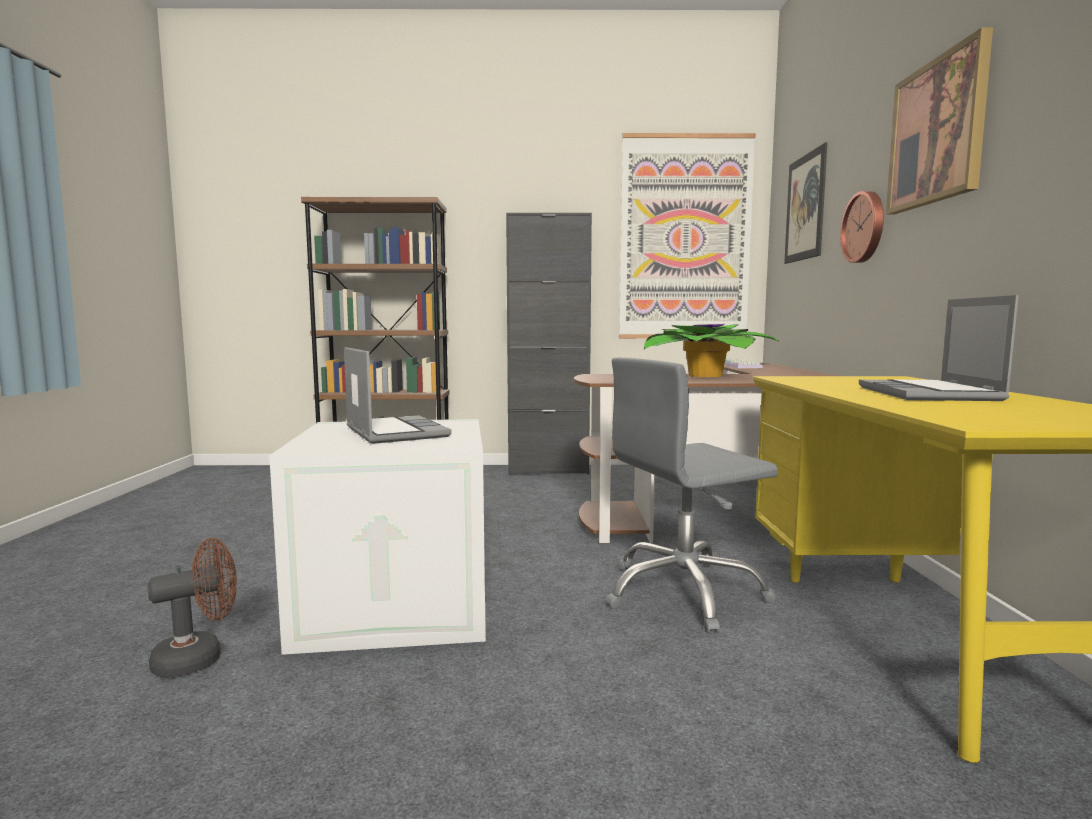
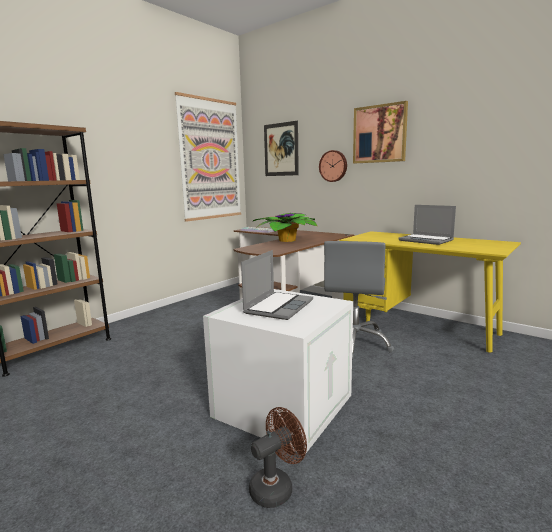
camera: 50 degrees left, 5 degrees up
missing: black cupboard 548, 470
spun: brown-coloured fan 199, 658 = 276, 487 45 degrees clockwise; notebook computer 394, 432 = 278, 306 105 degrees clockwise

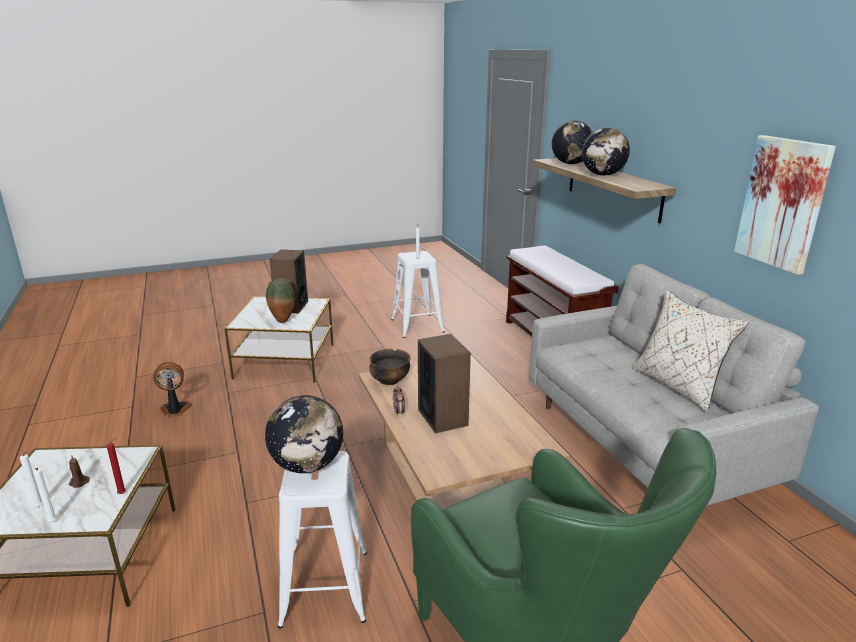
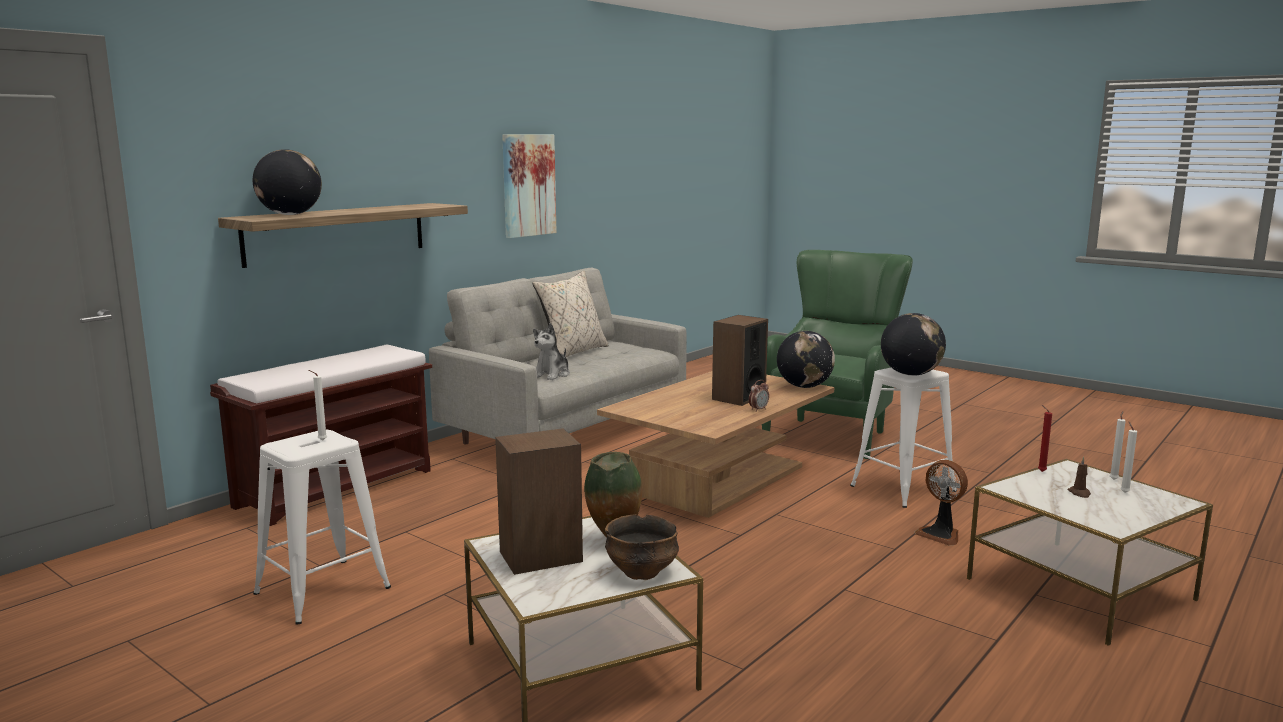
camera: 120 degrees left, 10 degrees down
appeared: cuddly toy 552, 375
relocated: fan 175, 410 to 941, 534; serving bowl 389, 381 to 641, 572; globe 602, 175 to 804, 386

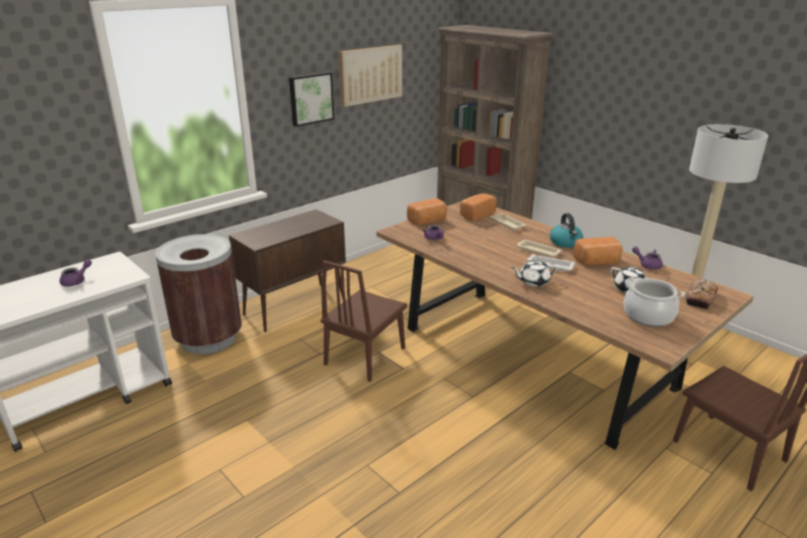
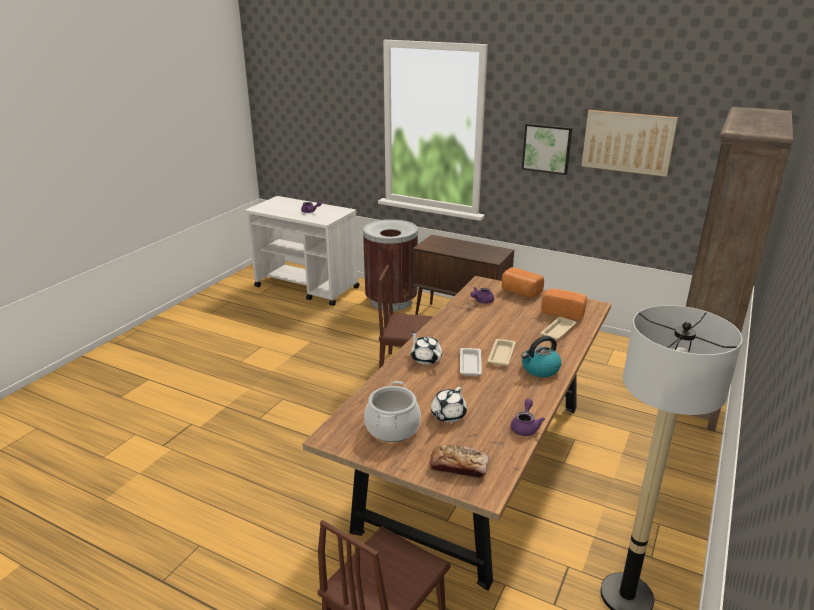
camera: 70 degrees right, 0 degrees up
missing: bakery bread 597, 262

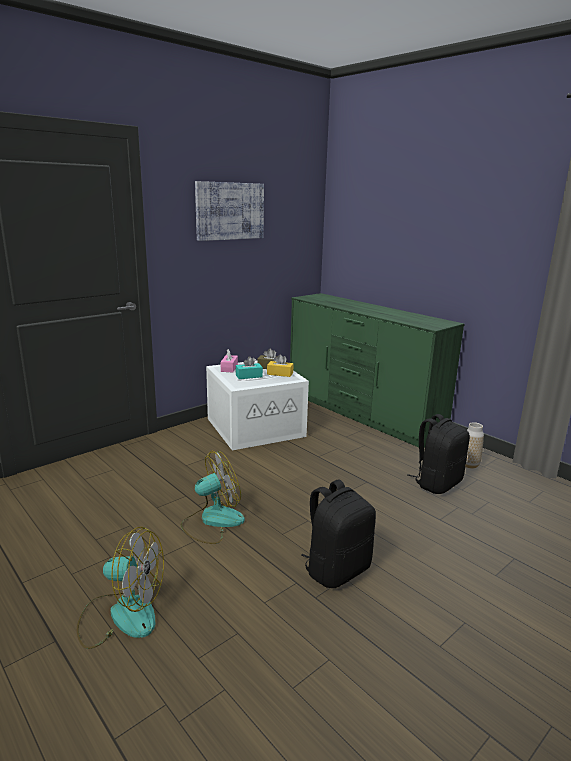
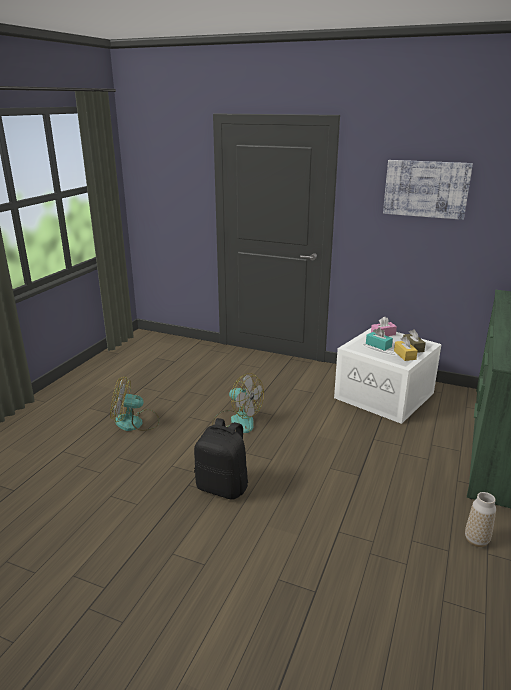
camera: 65 degrees right, 5 degrees up
missing: black knapsack 437, 483
spun: fan 121, 614 = 135, 423 105 degrees clockwise

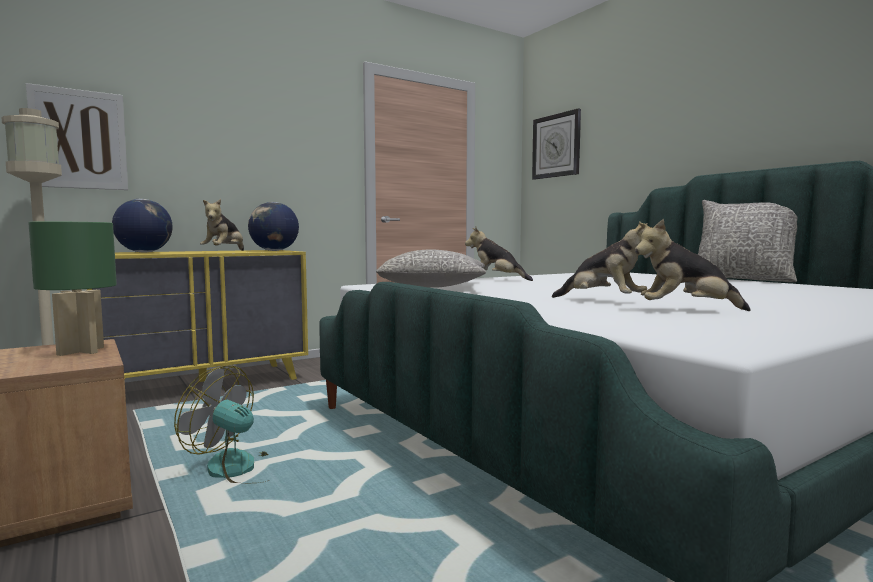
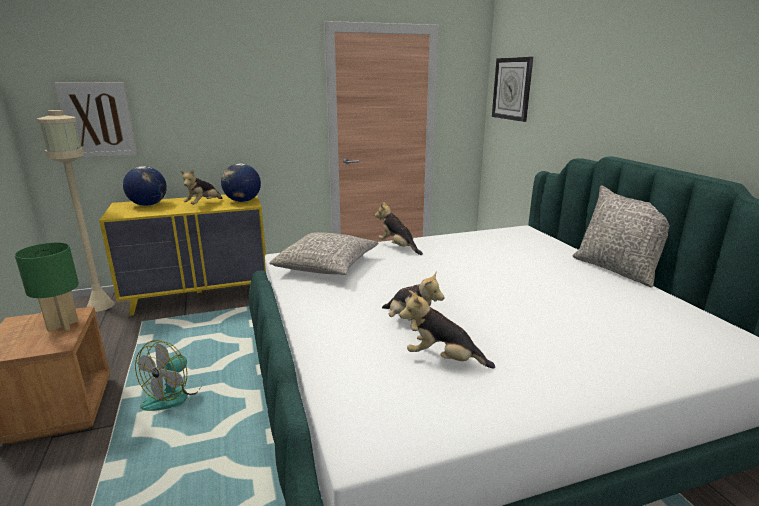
camera: 15 degrees right, 15 degrees up
spun: fan 242, 469 = 174, 395 105 degrees counterclockwise

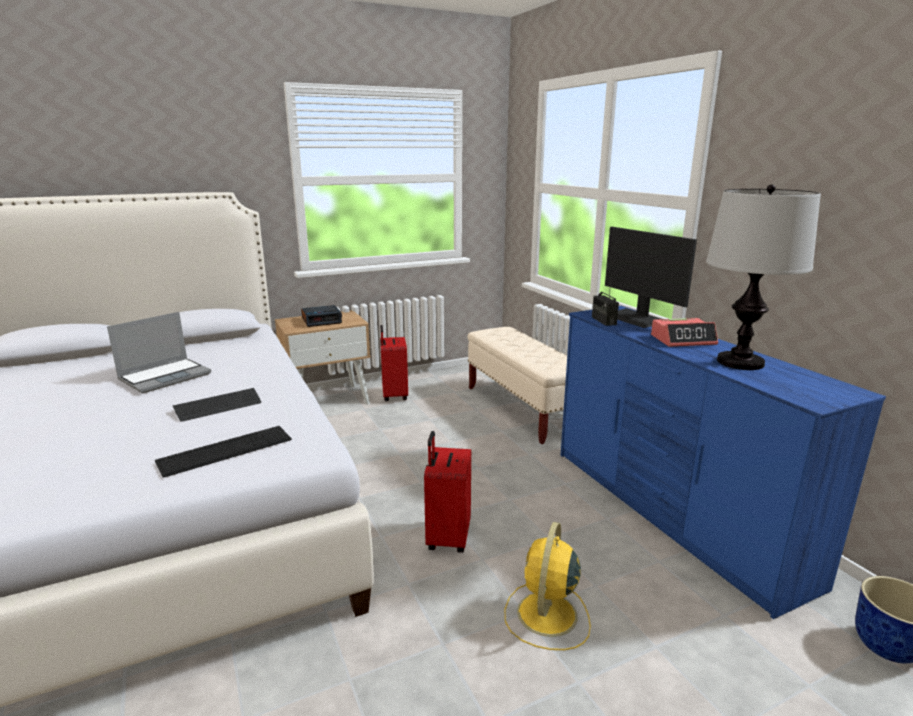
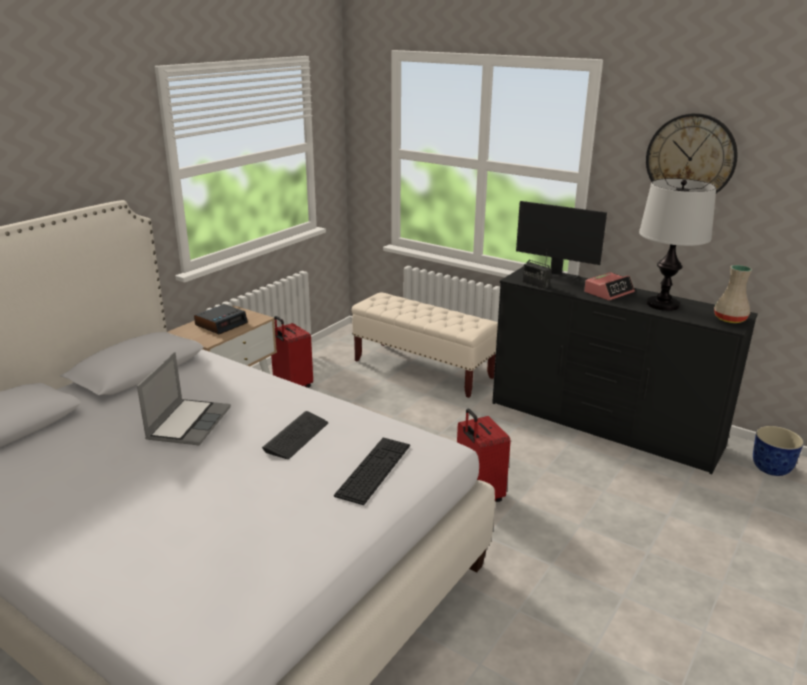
camera: 30 degrees left, 5 degrees up
missing: yellow-coloured fan 546, 616
appeared: clock on the wall 690, 158; beige vase 729, 319
colour: blue drawer chest 671, 512 to black drawer chest 603, 425

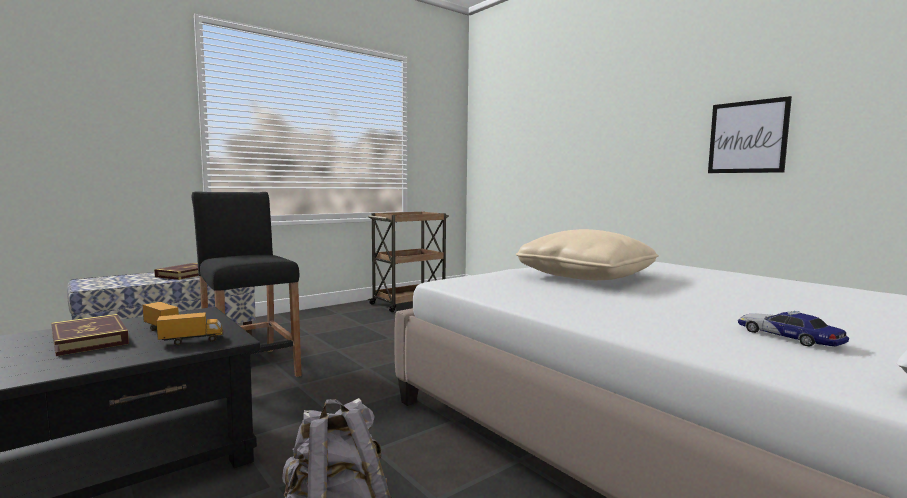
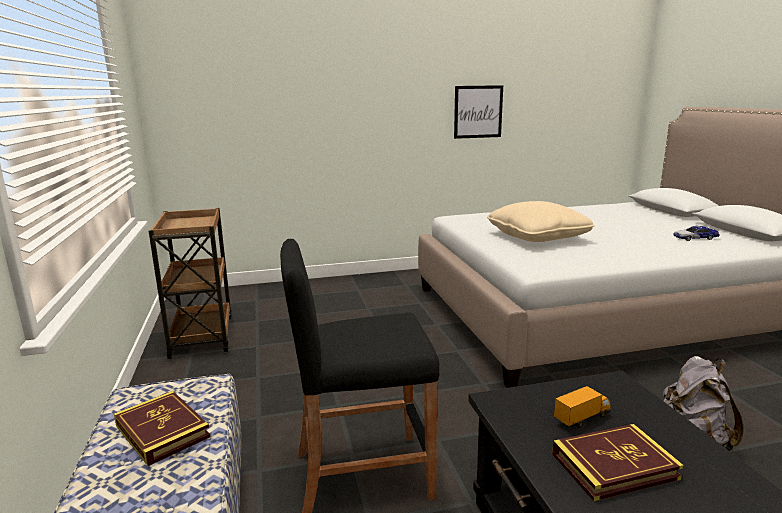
camera: 65 degrees left, 10 degrees up
missing: toy truck 192, 341

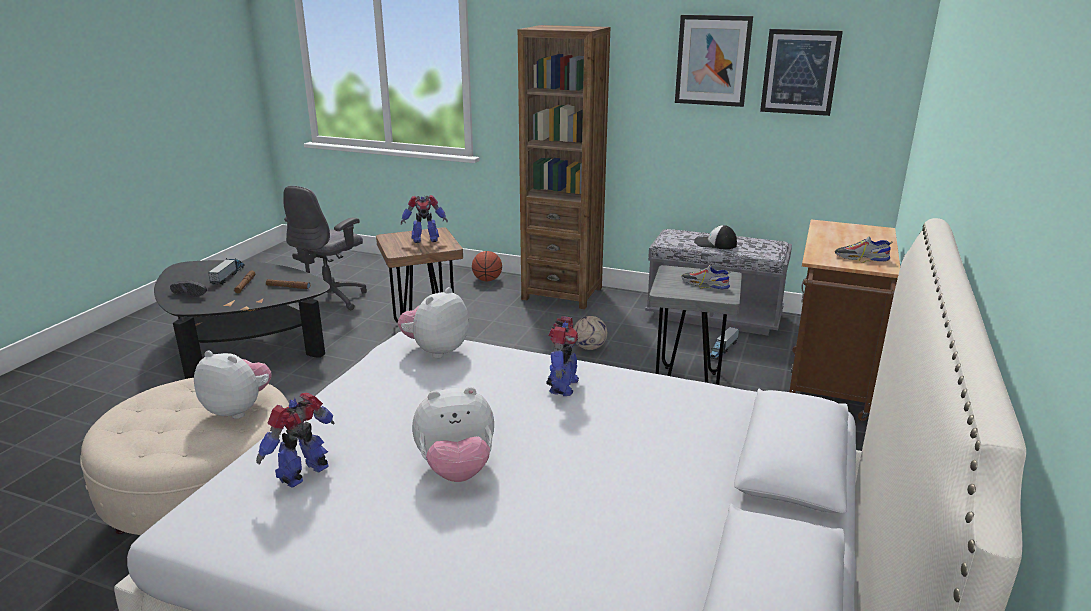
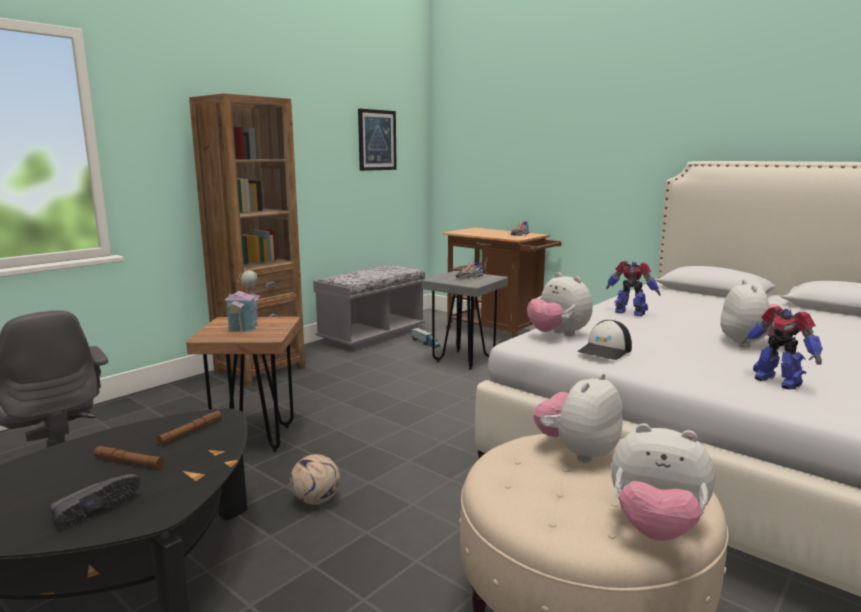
camera: 70 degrees left, 10 degrees down
missing: toy truck 228, 276; ball for basketball 487, 280; picture 712, 60
appeared: cuddly toy 656, 528
relocated: ball for football 590, 347 to 316, 500; peaked cap 714, 244 to 605, 350
exchanged: model robot 425, 240 to miniature house 246, 325

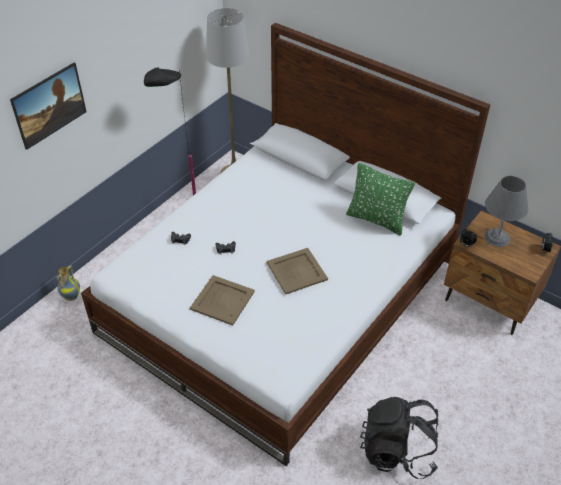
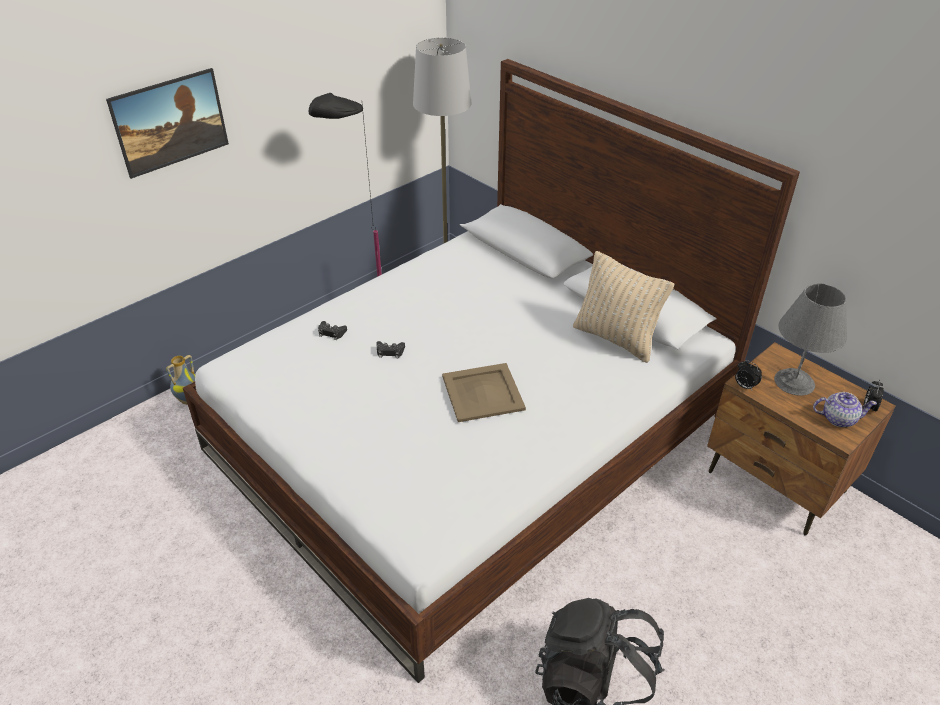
camera: 10 degrees right, 5 degrees down
missing: beige carrying tray 222, 299
appeared: teapot 838, 418
colour: green-coloured pillow 376, 220 to beige pillow 615, 338

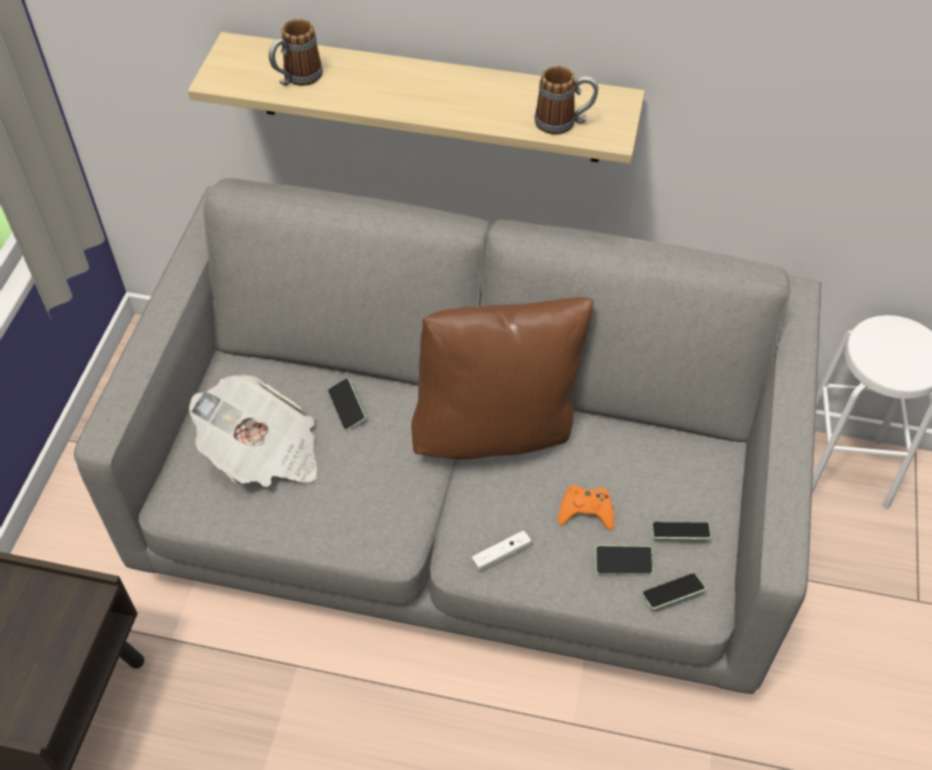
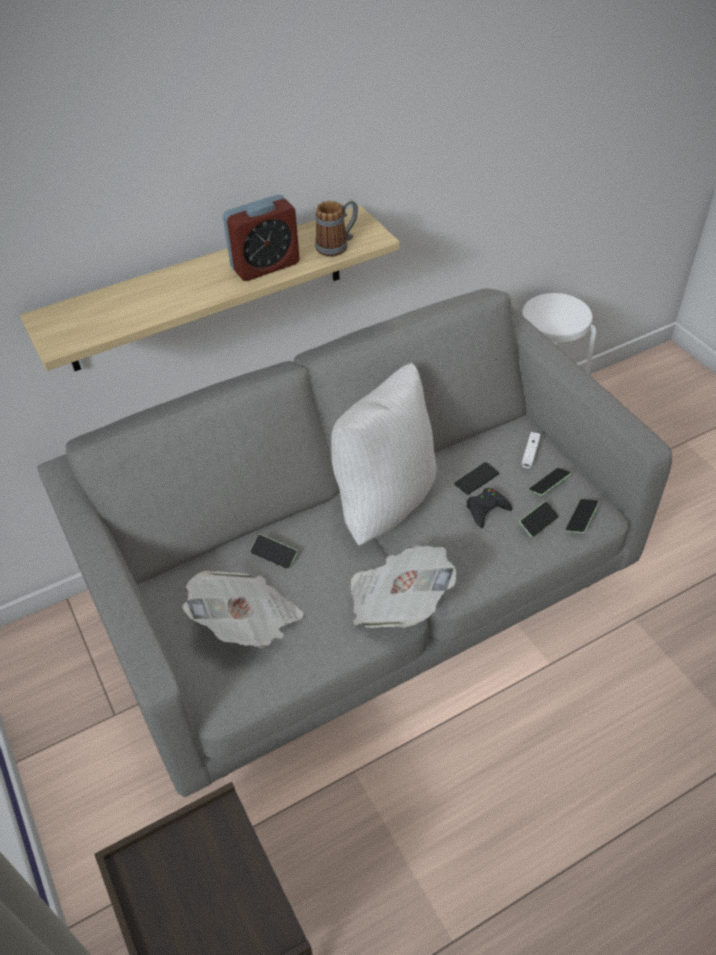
camera: 40 degrees left, 5 degrees down
missing: tea mug 297, 79
appeared: table clock 265, 266; newspaper 397, 602; telephone 476, 479
relocated: white game controller 501, 554 to 530, 453
colour: brown-coloured pillow 497, 429 to white pillow 384, 501; orangey game controller 586, 511 to black game controller 486, 510

